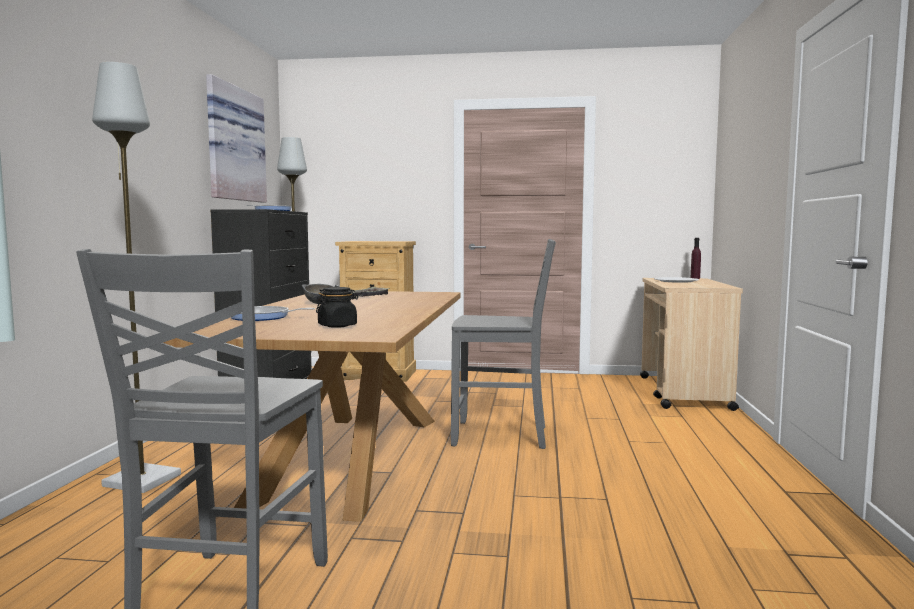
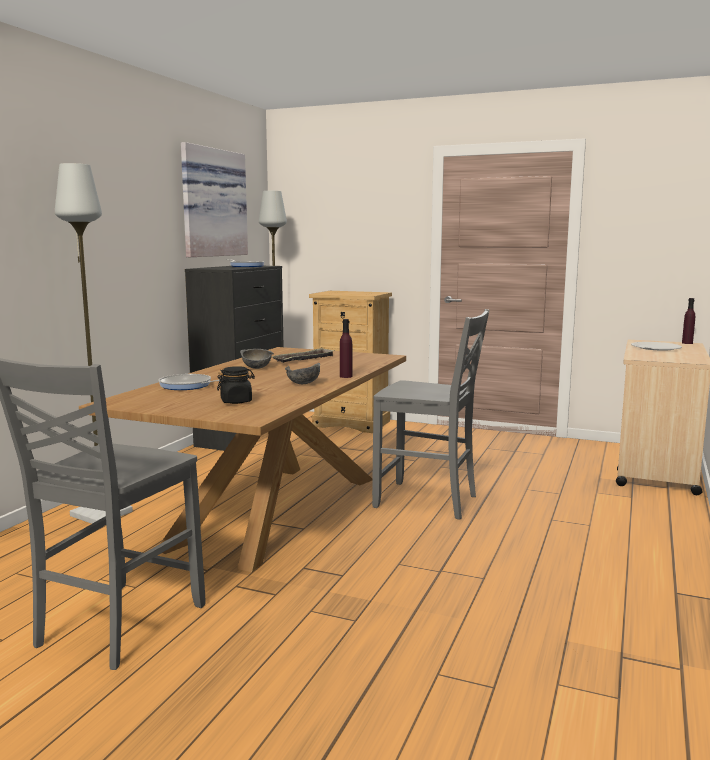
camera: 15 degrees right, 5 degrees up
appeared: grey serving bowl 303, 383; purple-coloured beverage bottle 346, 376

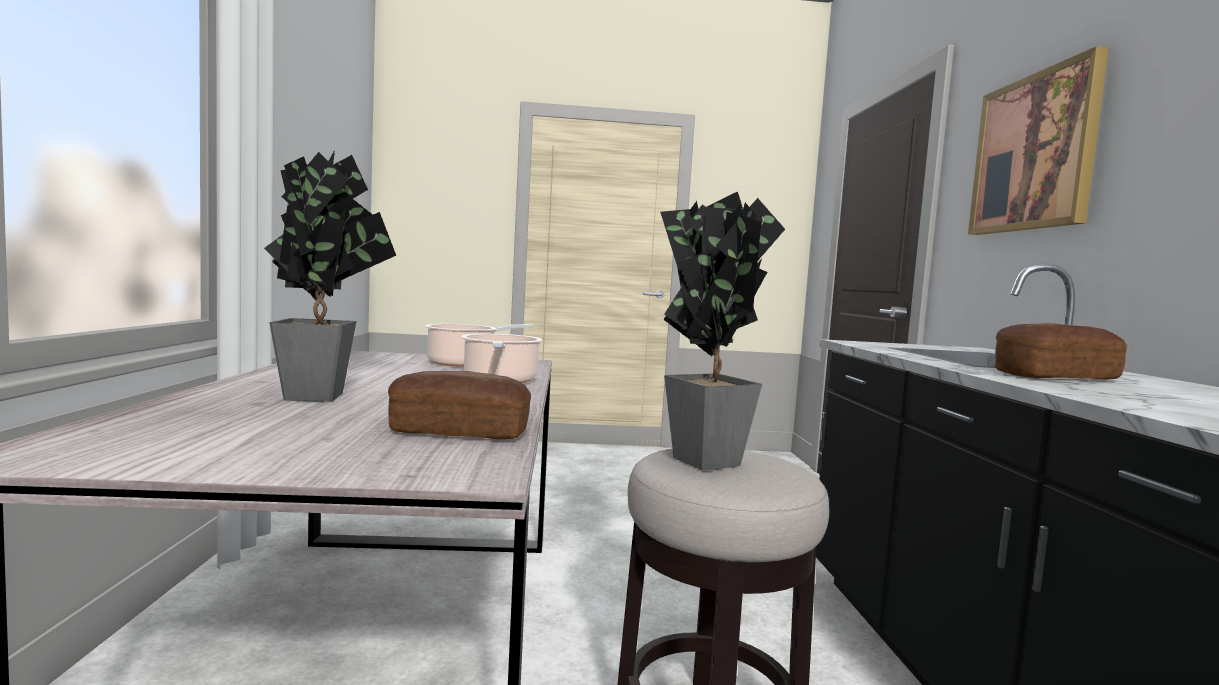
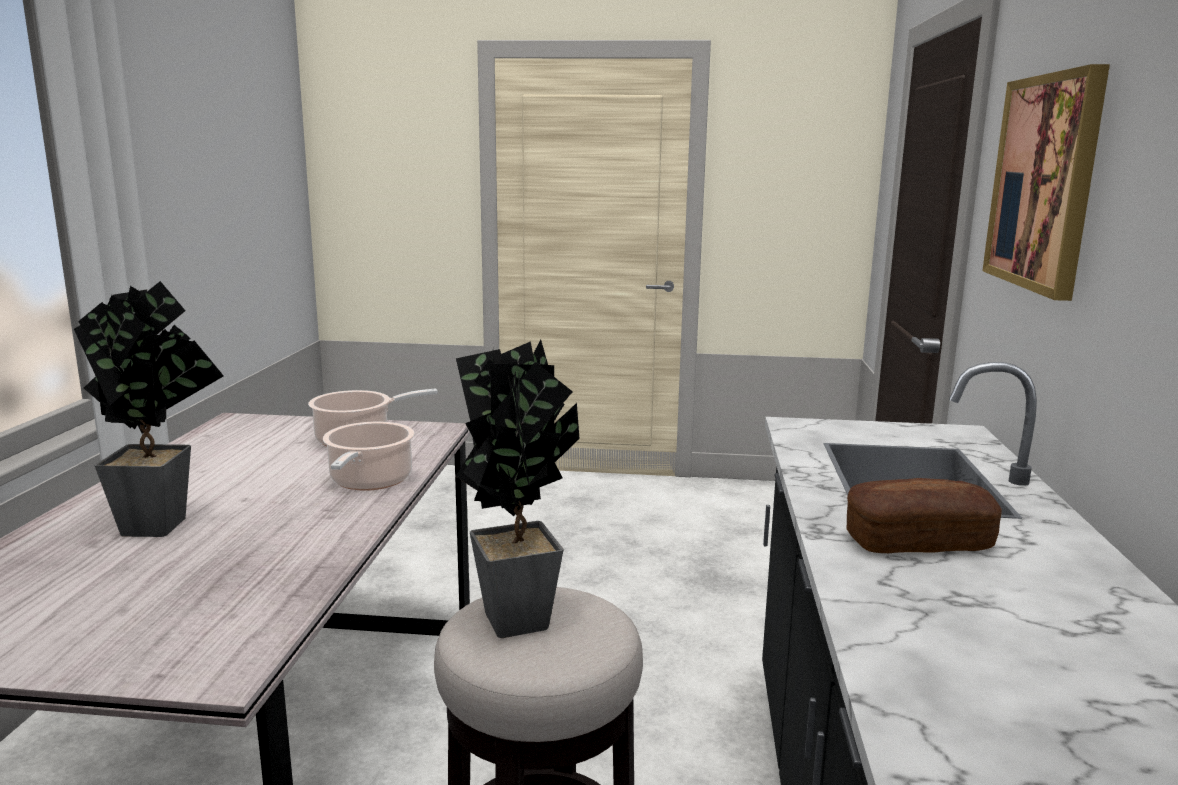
camera: 10 degrees right, 10 degrees up
missing: bakery bread 459, 432

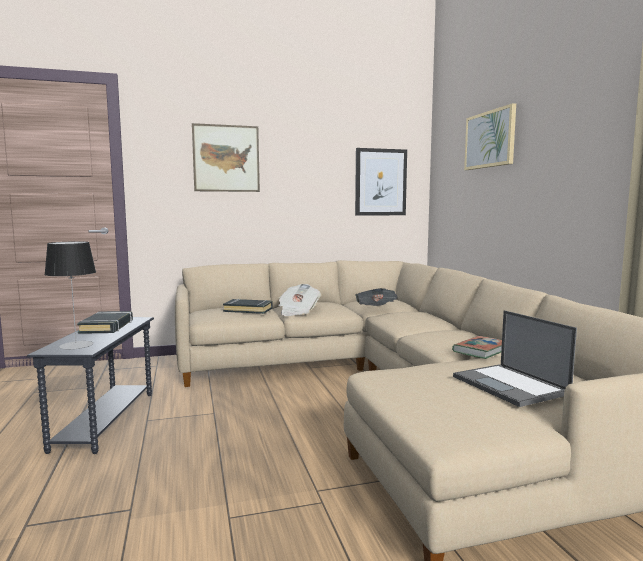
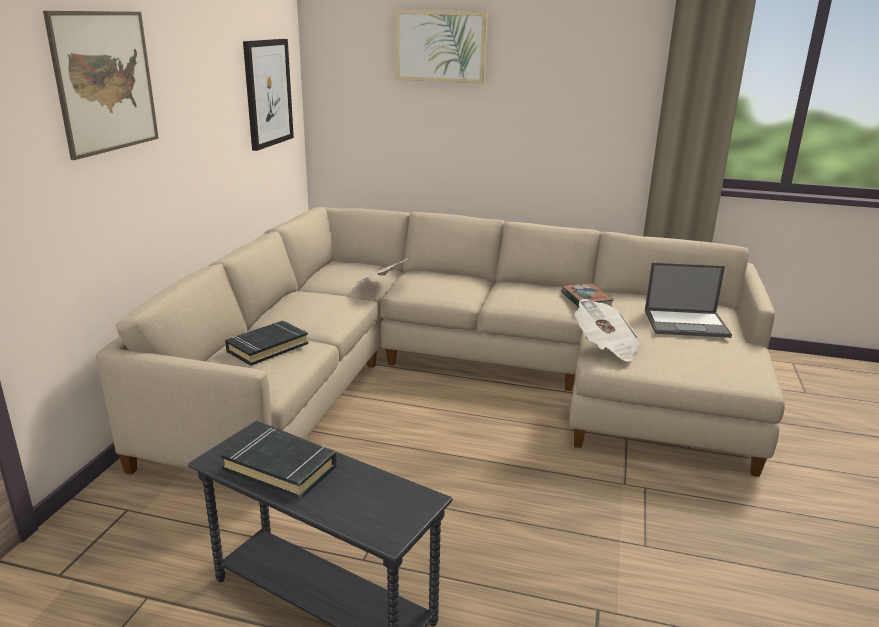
camera: 60 degrees left, 15 degrees up
missing: tabletop lamp 76, 345
relocated: newspaper 297, 312 to 606, 347

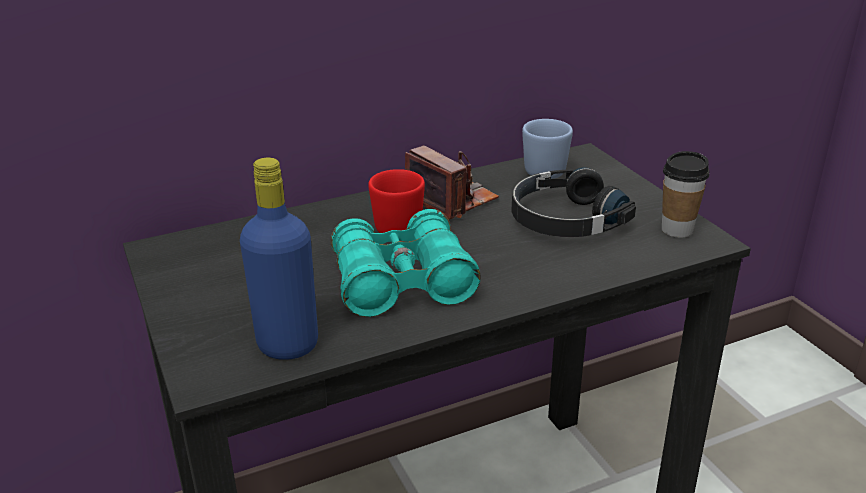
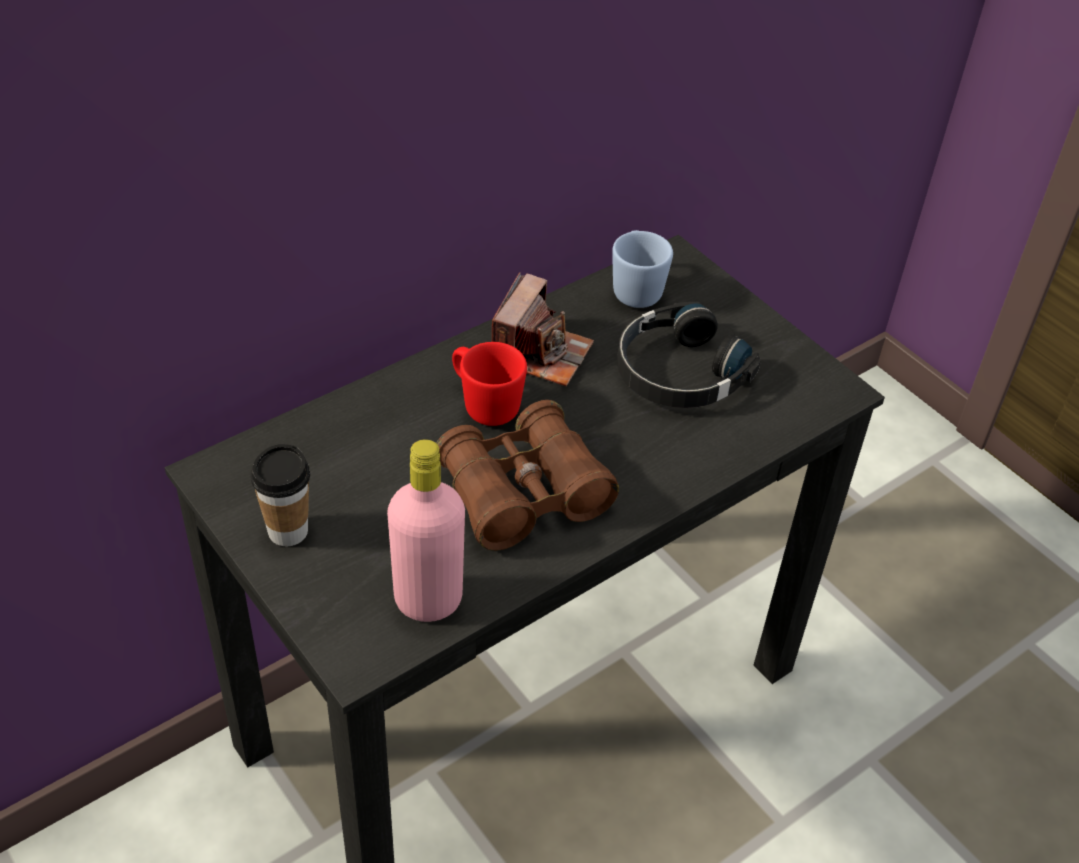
camera: 15 degrees left, 15 degrees up
relocated: small cup 677, 230 to 288, 531
colour: blue beverage bottle 288, 345 to pinkish beverage bottle 428, 600; turquoise pair of binoculars 402, 282 to brown-coloured pair of binoculars 523, 493
spun: photo camera 452, 200 = 540, 353 75 degrees clockwise

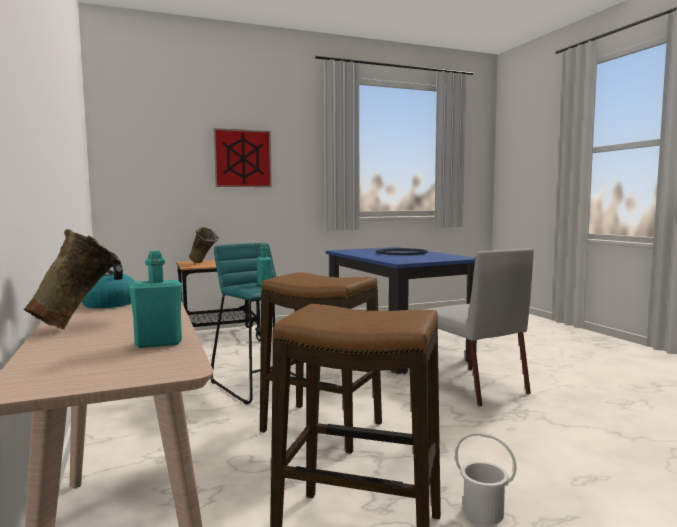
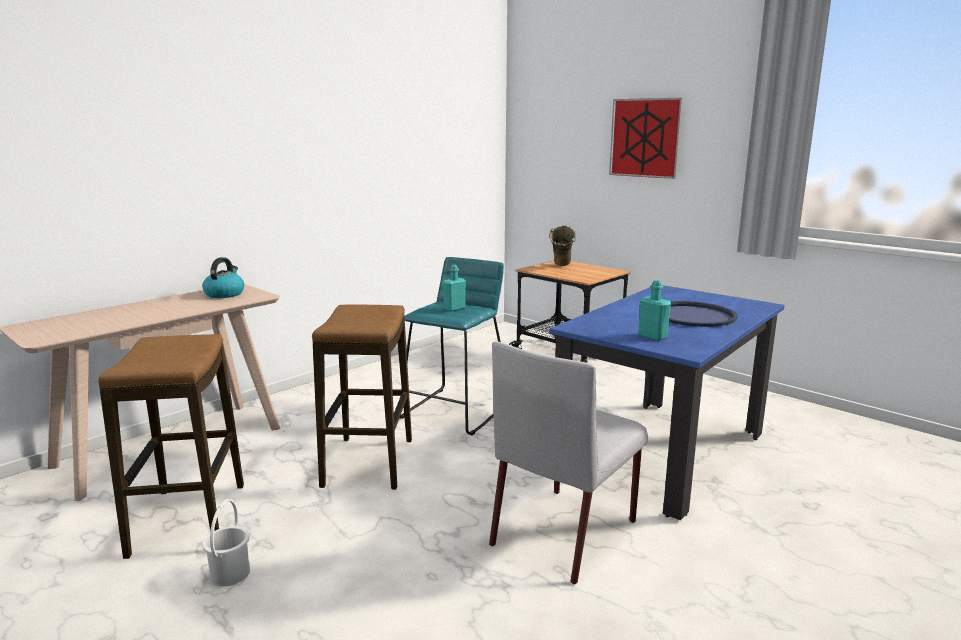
camera: 65 degrees right, 10 degrees up
missing: beige vase 79, 326
relocated: turquoise beverage bottle 159, 343 to 652, 336

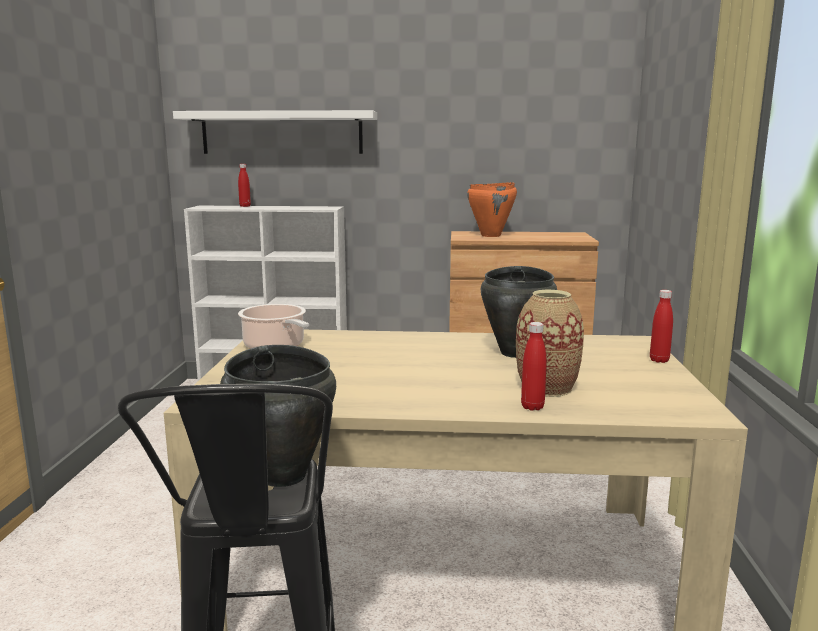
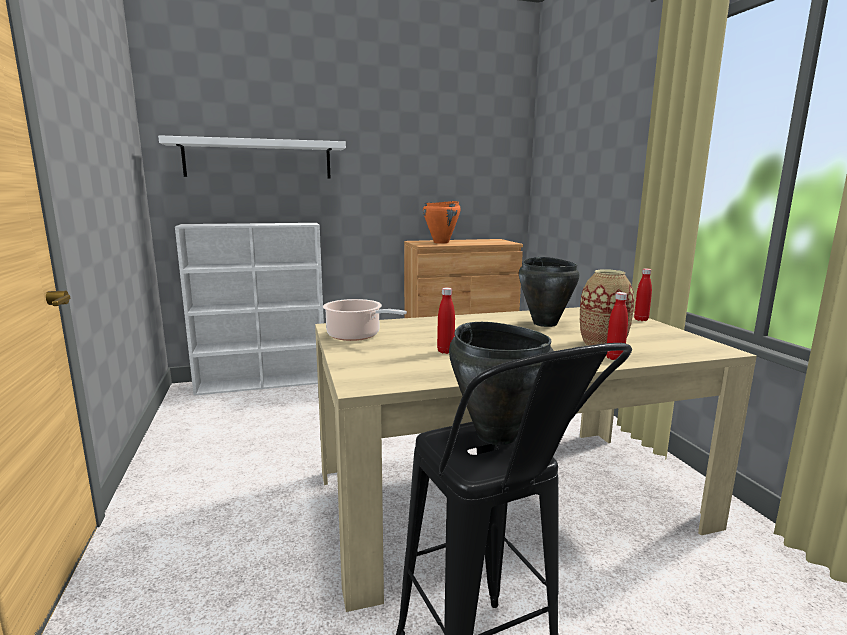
camera: 20 degrees left, 0 degrees up
relocated: reddish beverage bottle 245, 206 to 445, 351

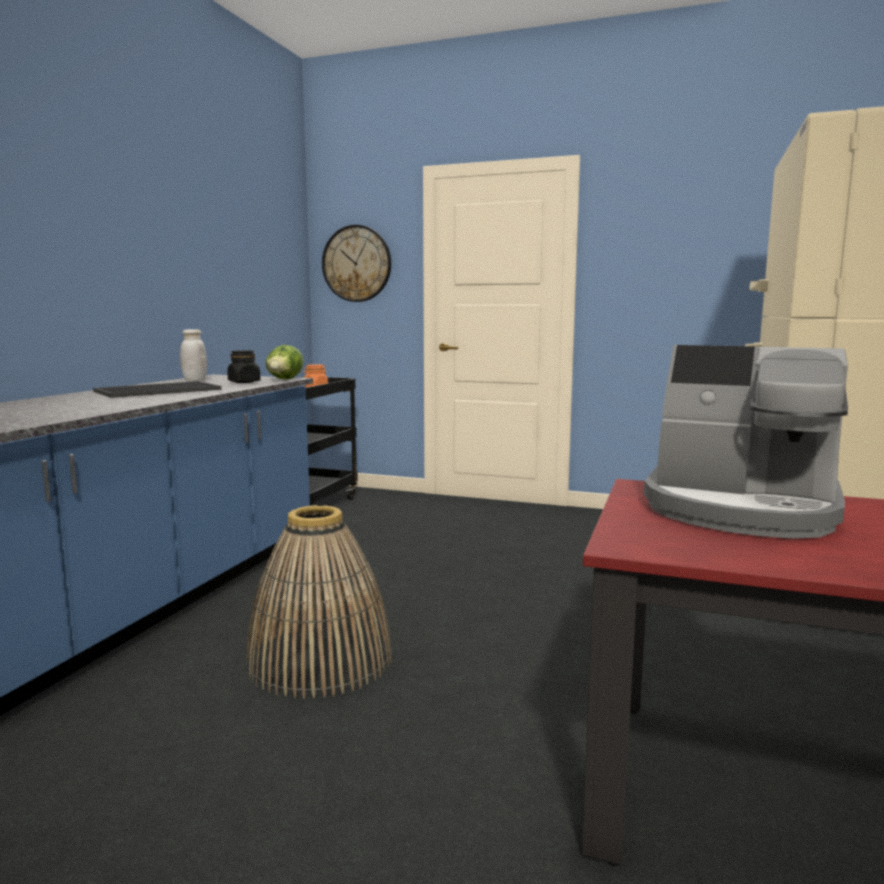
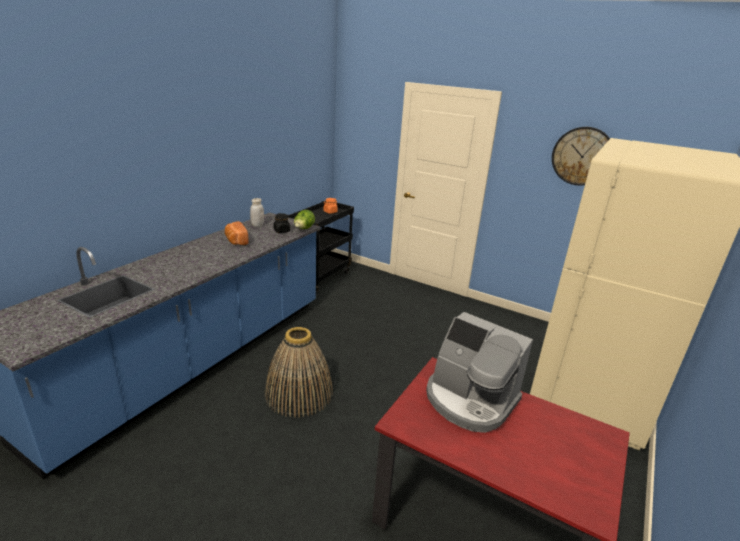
camera: 10 degrees right, 15 degrees up
relocated: clock on the wall 357, 263 to 582, 156
exchanged: carrying tray 158, 390 to bakery bread 236, 241

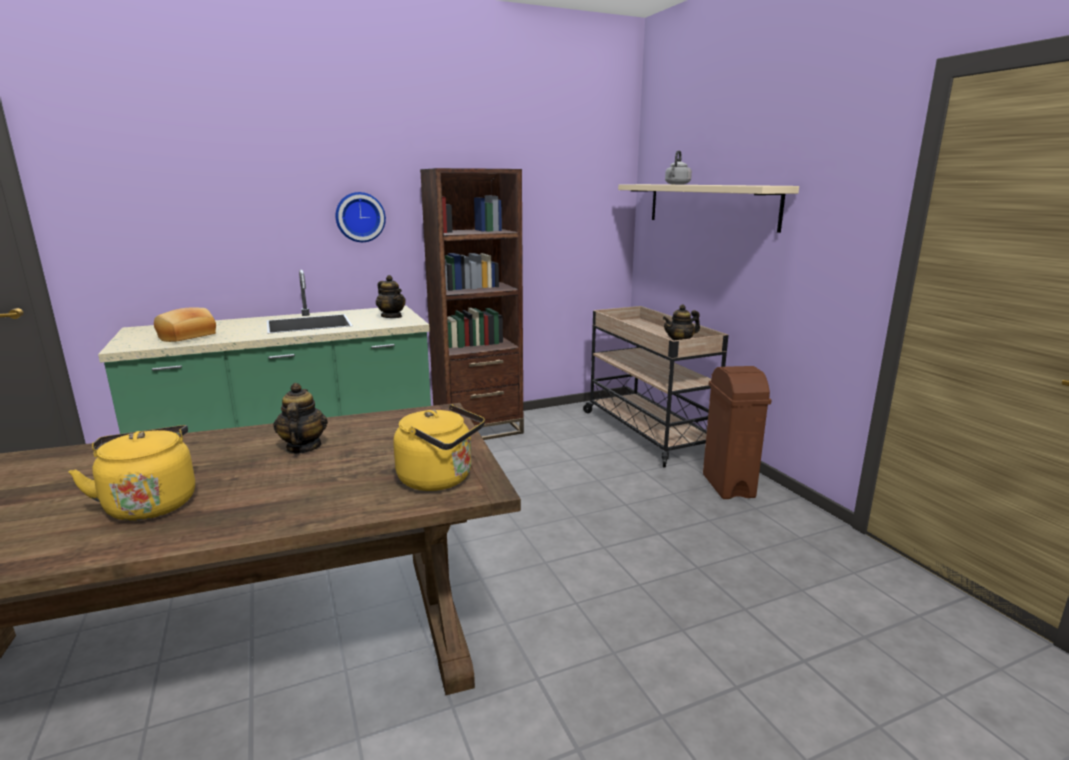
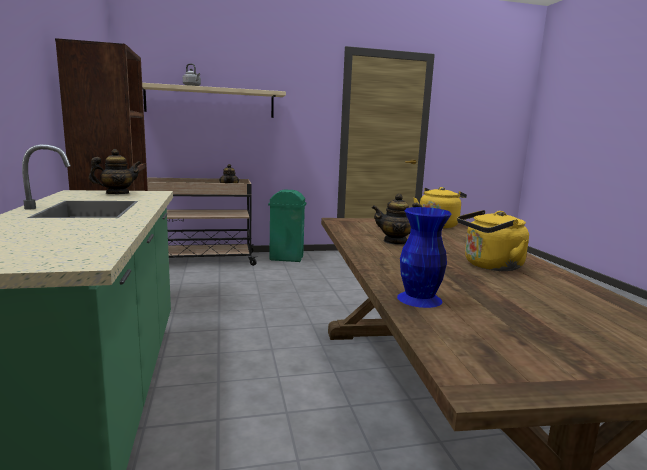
camera: 80 degrees left, 5 degrees down
missing: bakery bread 187, 336; clock on the wall 360, 217
appeared: blue vase 419, 299
colour: brown-coloured rubbish bin 728, 485 to green-coloured rubbish bin 286, 258

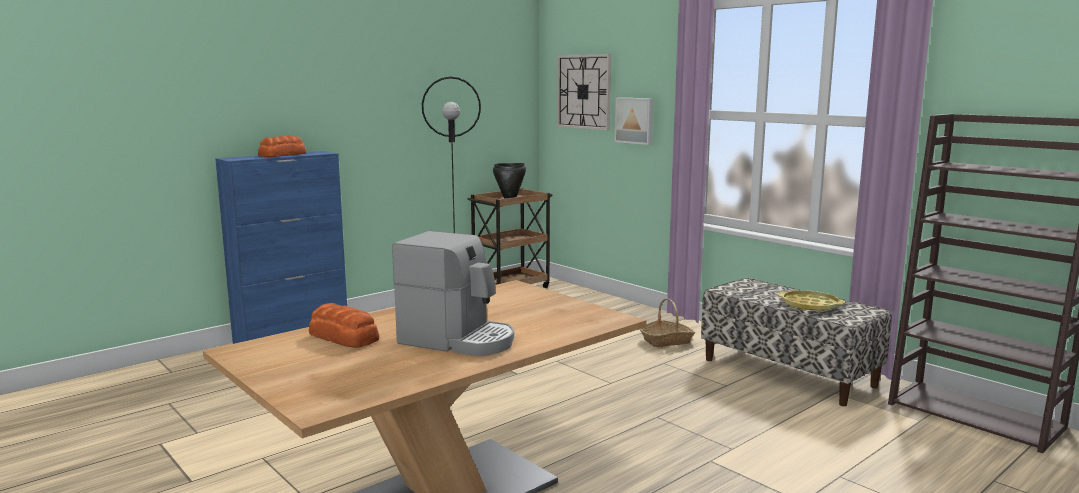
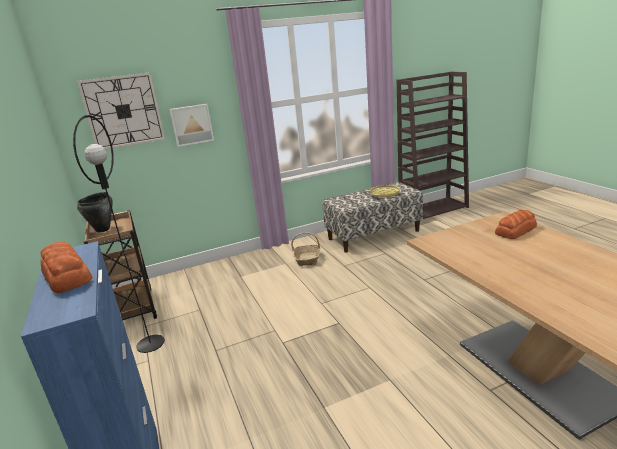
camera: 70 degrees left, 10 degrees up
missing: coffee machine 458, 340
relocated: bakery bread 344, 337 to 516, 230

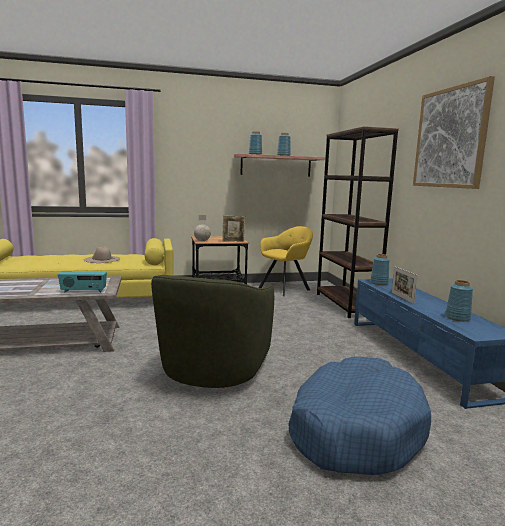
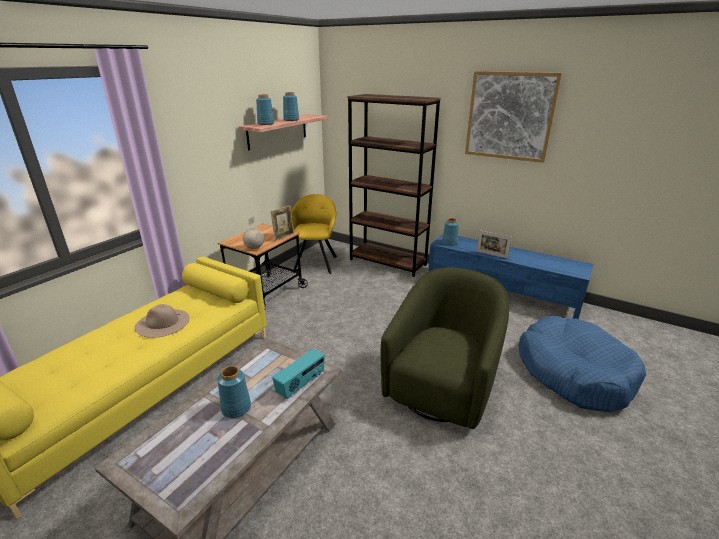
camera: 45 degrees left, 15 degrees up
relocated: blue vase 457, 318 to 235, 408
spun: green-coloured lounge chair 213, 372 = 442, 387 120 degrees counterclockwise

